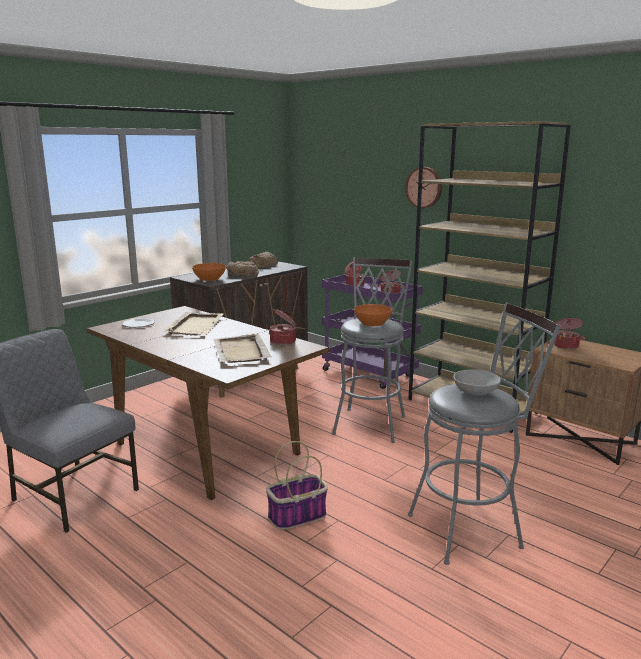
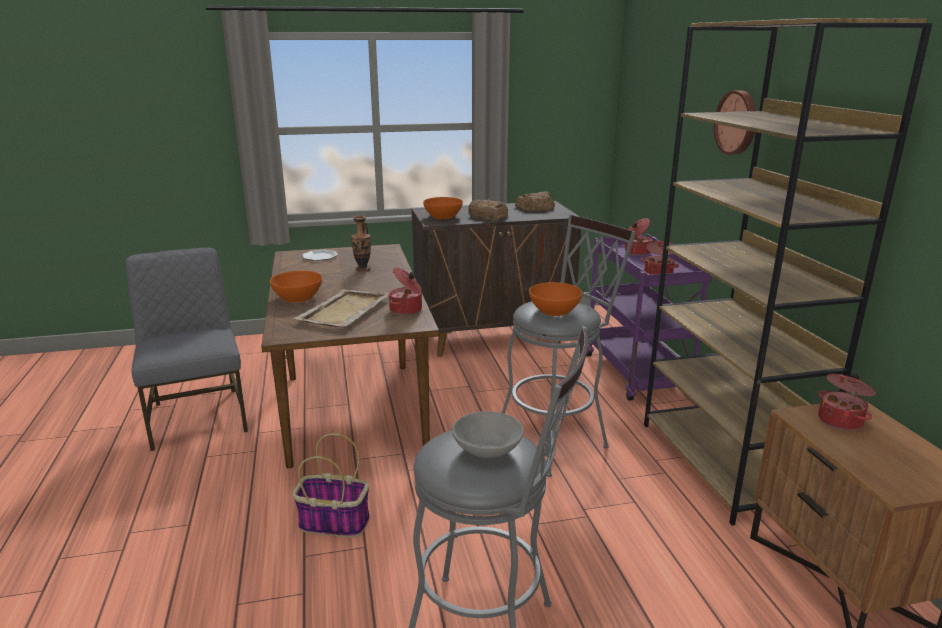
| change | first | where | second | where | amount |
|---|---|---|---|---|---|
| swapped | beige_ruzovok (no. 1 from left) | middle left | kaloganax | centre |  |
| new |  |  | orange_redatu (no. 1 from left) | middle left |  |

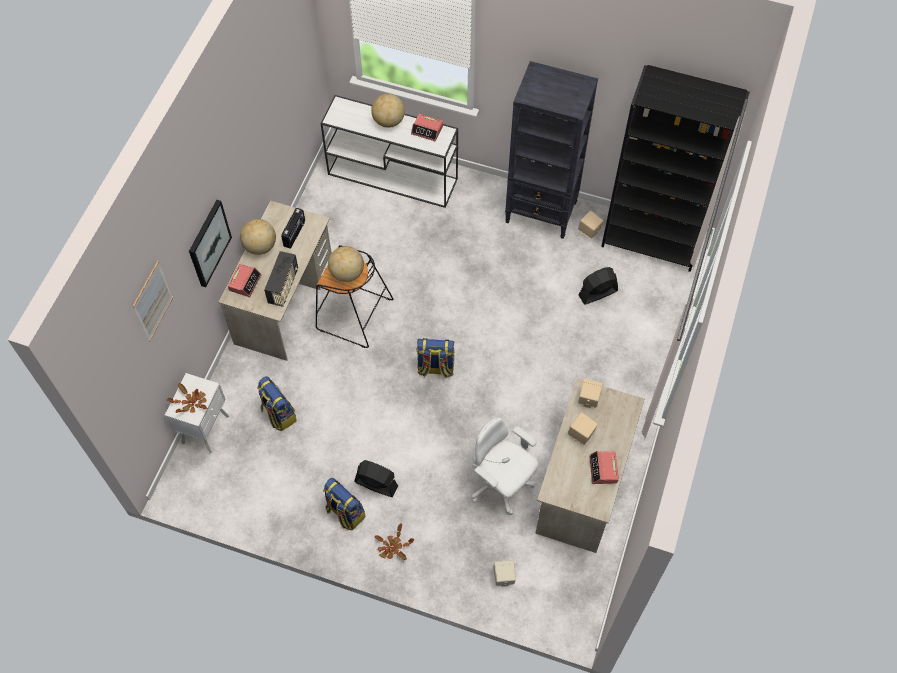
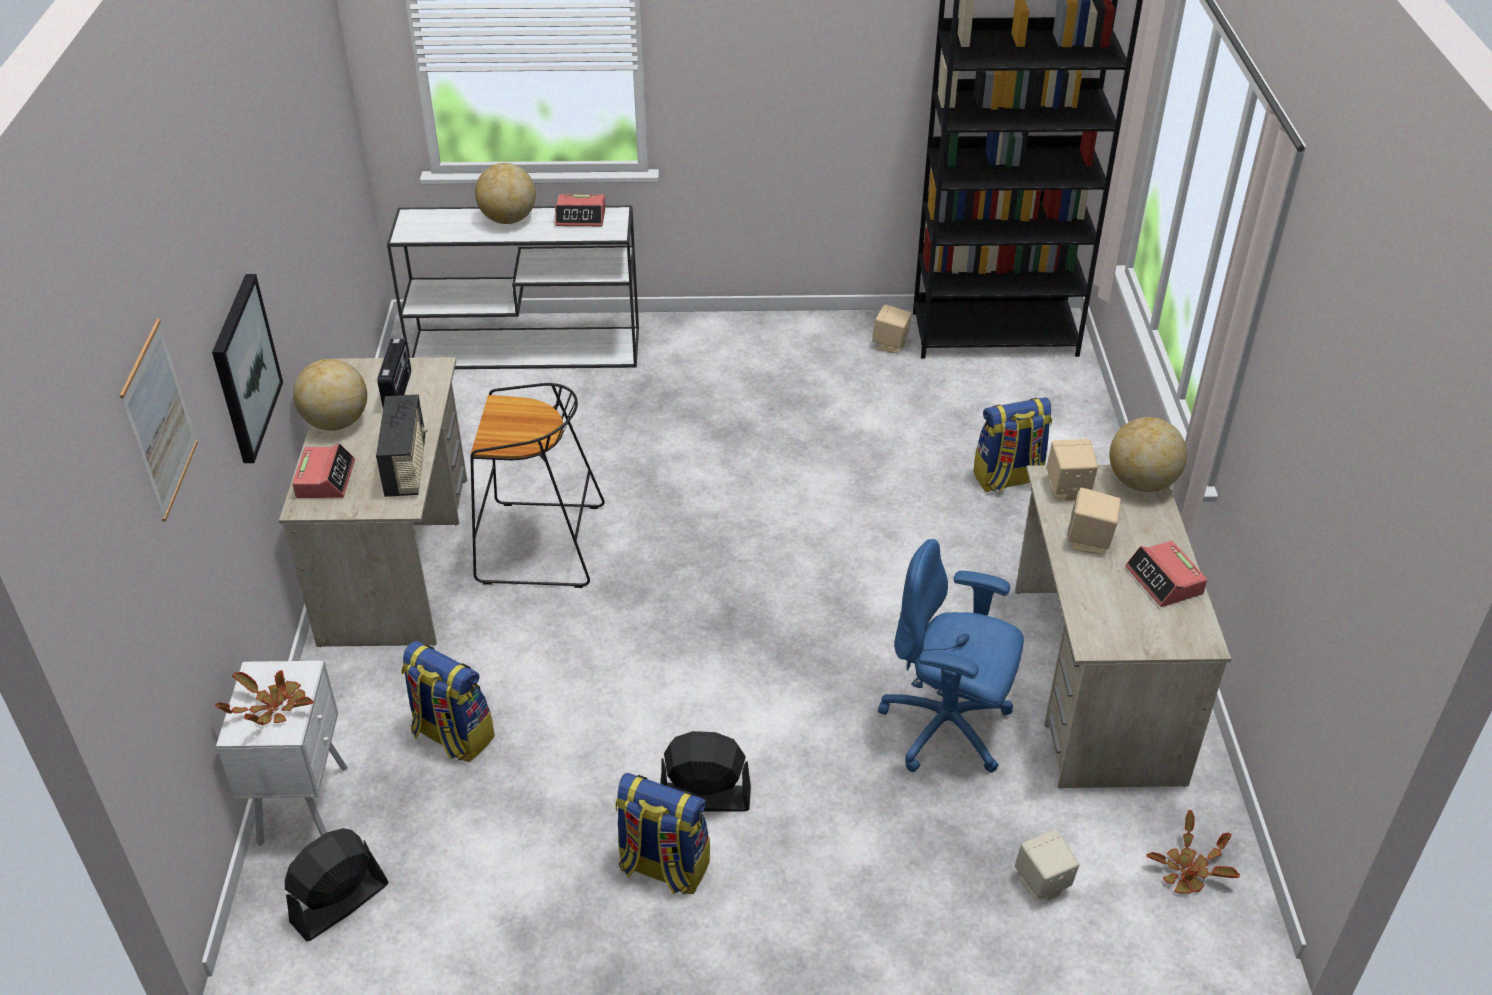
| change | first | where | second | where | amount |
|---|---|---|---|---|---|
| shifted | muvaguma (no. 2 from left in the first image) | centre | muvaguma (no. 3 from left) | middle right |  |
| shifted | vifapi (no. 2 from left) | bottom centre |  | bottom right |  |
| shifted | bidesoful (no. 3 from left) | centre |  | middle right |  |
| repainted | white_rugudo | bottom centre | blue_rugudo | centre |  |
| gone | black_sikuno (no. 1 from left) | top centre |  |  |  |
| shifted | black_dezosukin (no. 2 from left in the first image) | middle right | black_dezosukin (no. 1 from left) | bottom left |  |

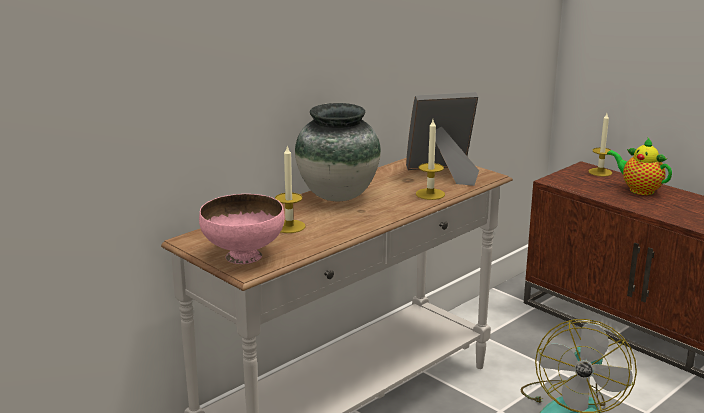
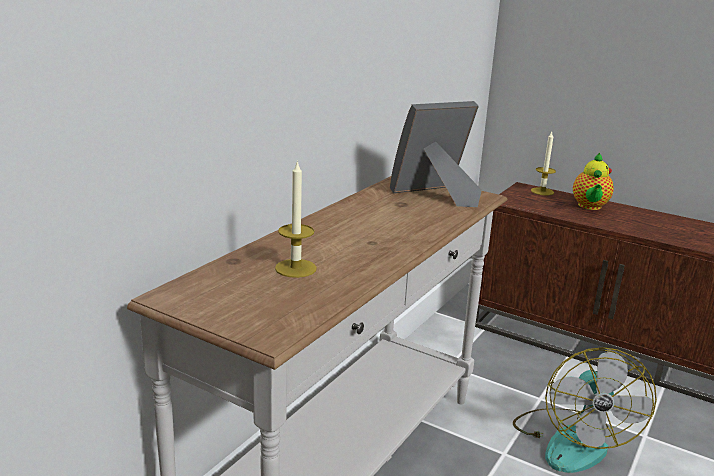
| change | first | where | second | where | amount |
|---|---|---|---|---|---|
| gone | pink_redatu | centre |  |  |  |
| gone | kaloganax | centre |  |  |  |
| gone | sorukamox (no. 2 from left) | centre |  |  |  |
| rotated | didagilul | middle right |  | middle right | 105 degrees counterclockwise |

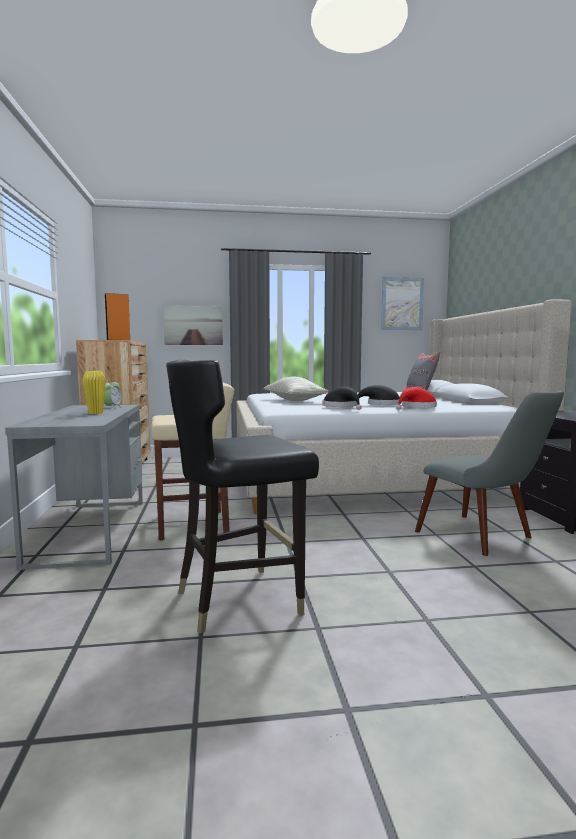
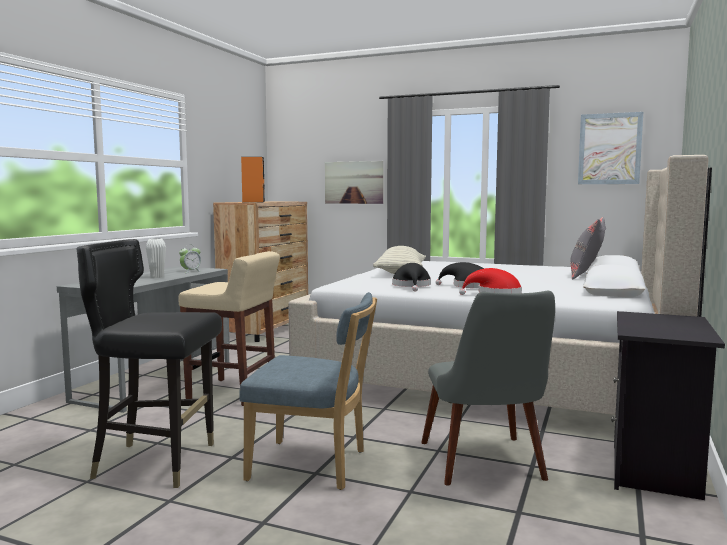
| change | first | where | second | where | amount |
|---|---|---|---|---|---|
| repainted | yellow_kaloganax | middle left | white_kaloganax | middle left |  |
| new |  |  | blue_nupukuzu | bottom centre |  |

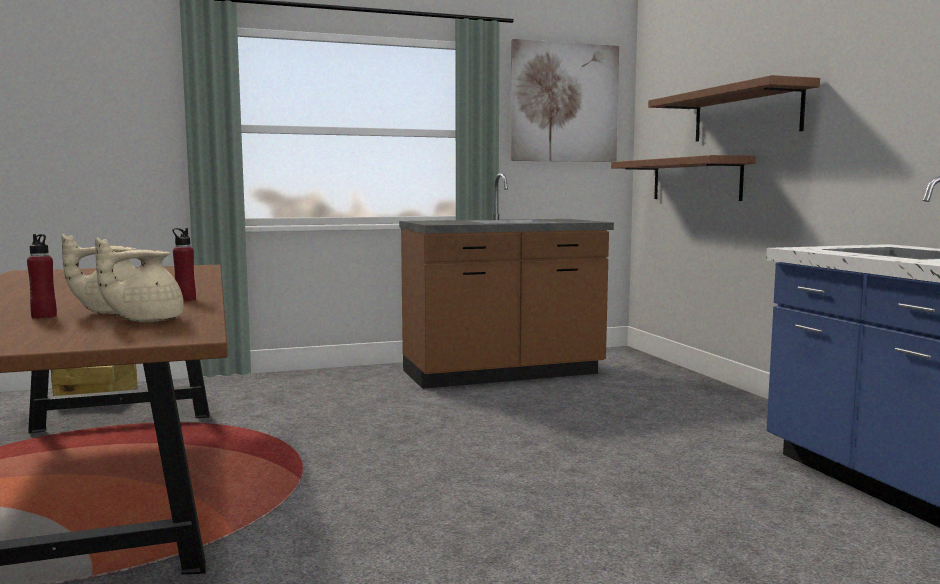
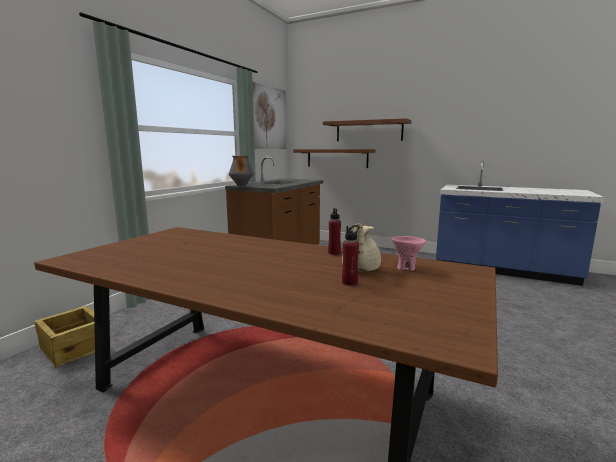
| change | first | where | second | where | amount |
|---|---|---|---|---|---|
| swapped | beige_didagilul (no. 2 from left) | middle left | pink_redatu | centre |  |
| new |  |  | kaloganax | centre |  |

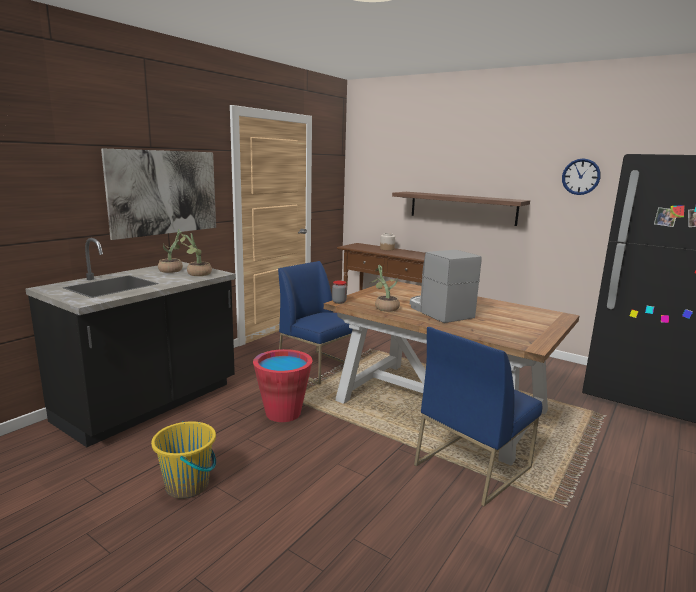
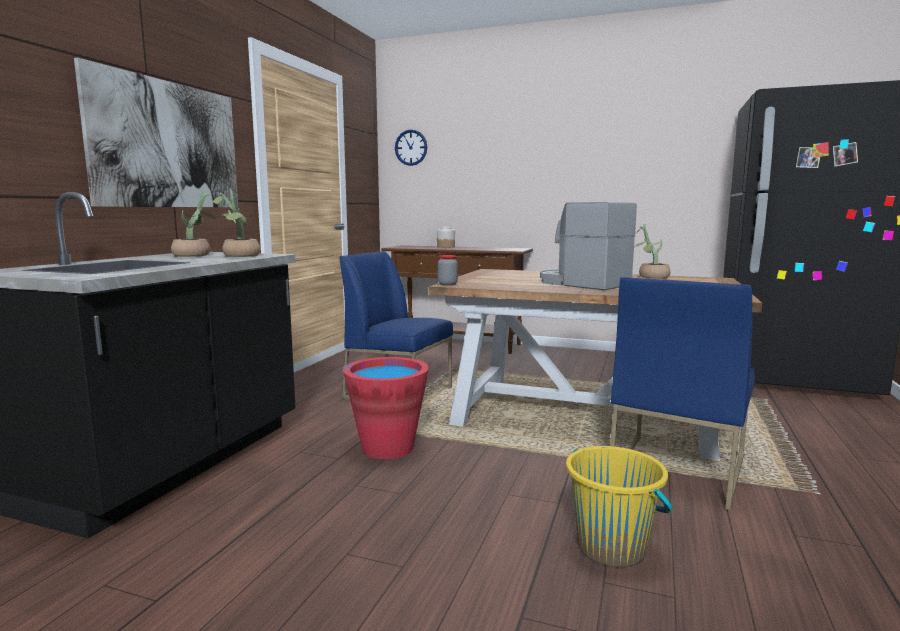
| change | first | where | second | where | amount |
|---|---|---|---|---|---|
| shifted | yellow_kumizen | bottom left |  | bottom right |  |
| shifted | vifapi (no. 3 from left) | centre |  | middle right |  |
| gone | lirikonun | centre |  |  |  |
| shifted | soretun | top right |  | top centre |  |

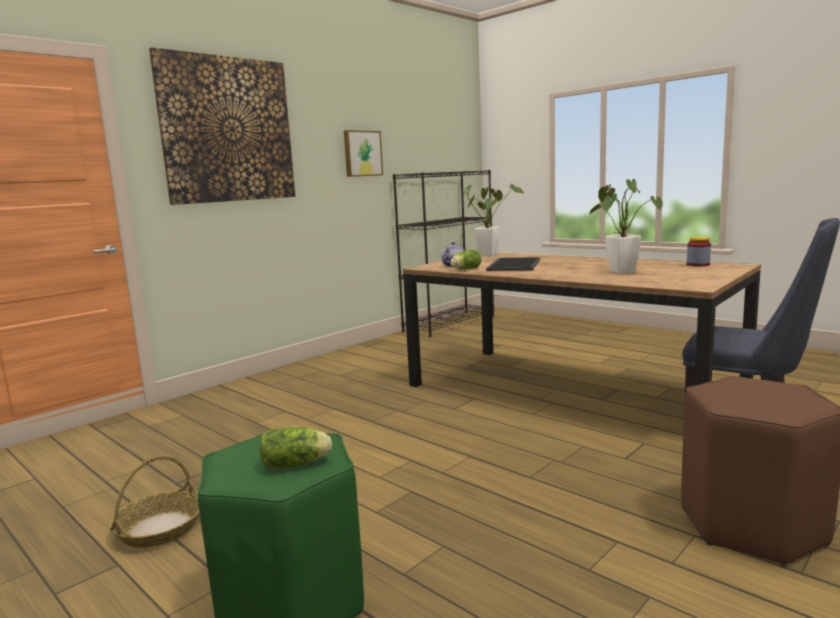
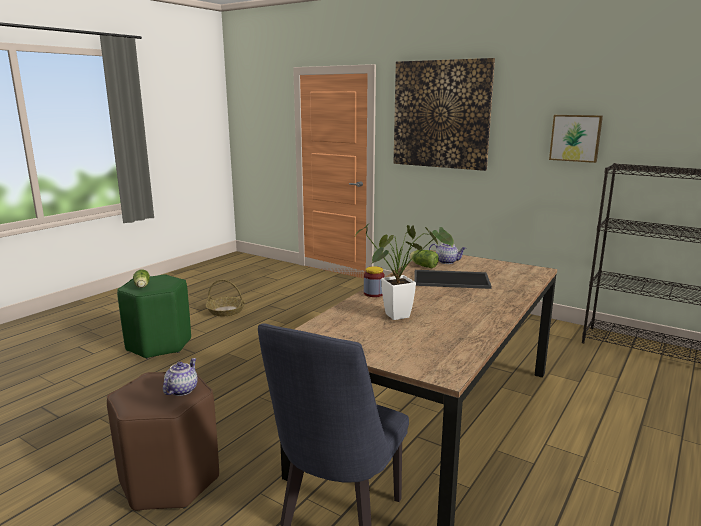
| change | first | where | second | where | amount |
|---|---|---|---|---|---|
| gone | vifapi (no. 1 from left) | centre |  |  |  |
| shifted | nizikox | middle right |  | centre |  |
| new |  |  | didagilul (no. 1 from left) | bottom left |  |

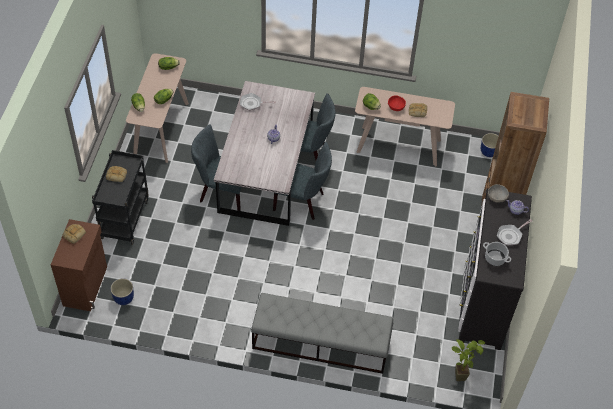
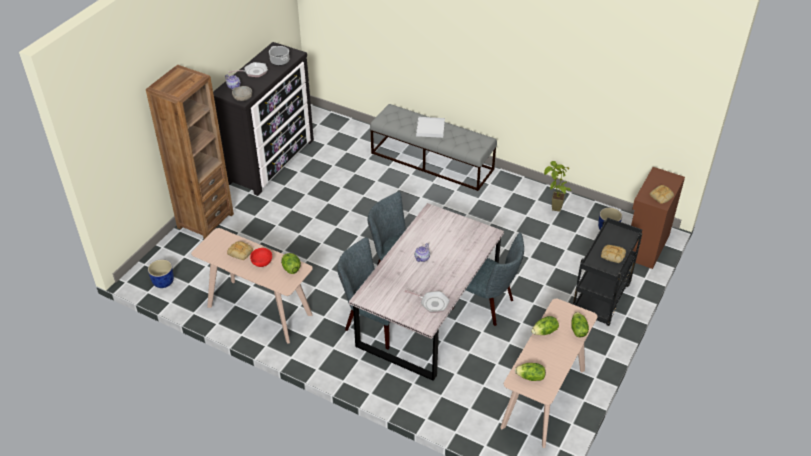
| change | first | where | second | where | amount |
|---|---|---|---|---|---|
| shifted | vifapi | bottom right |  | middle right |  |
| new |  |  | white_ruzovok | top centre |  |

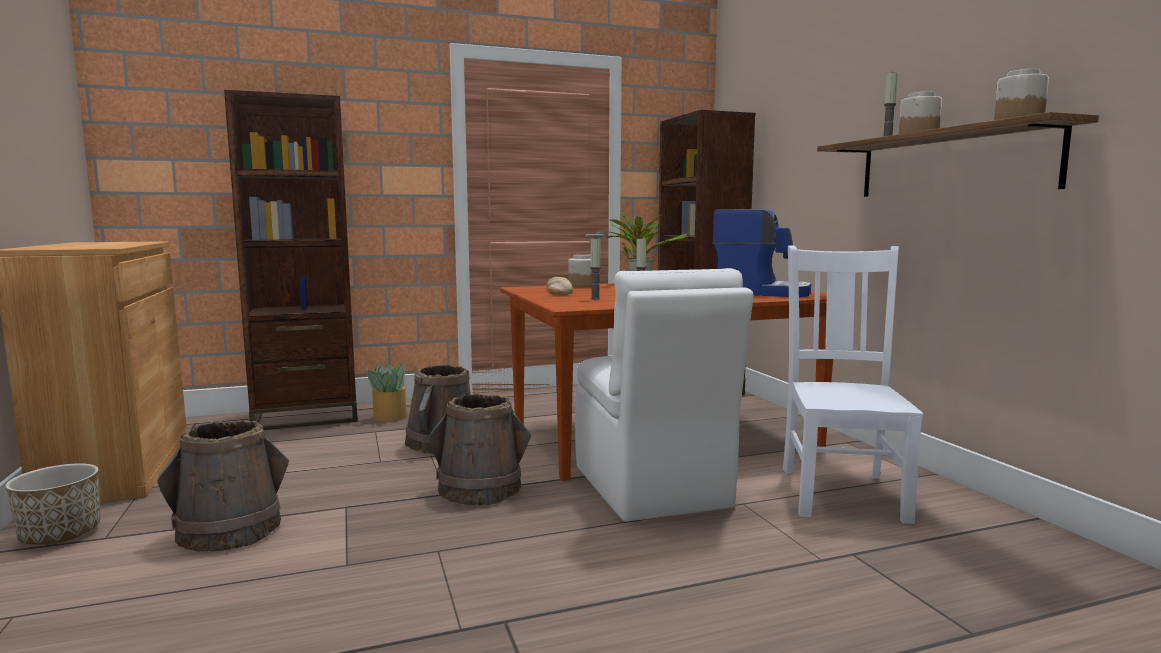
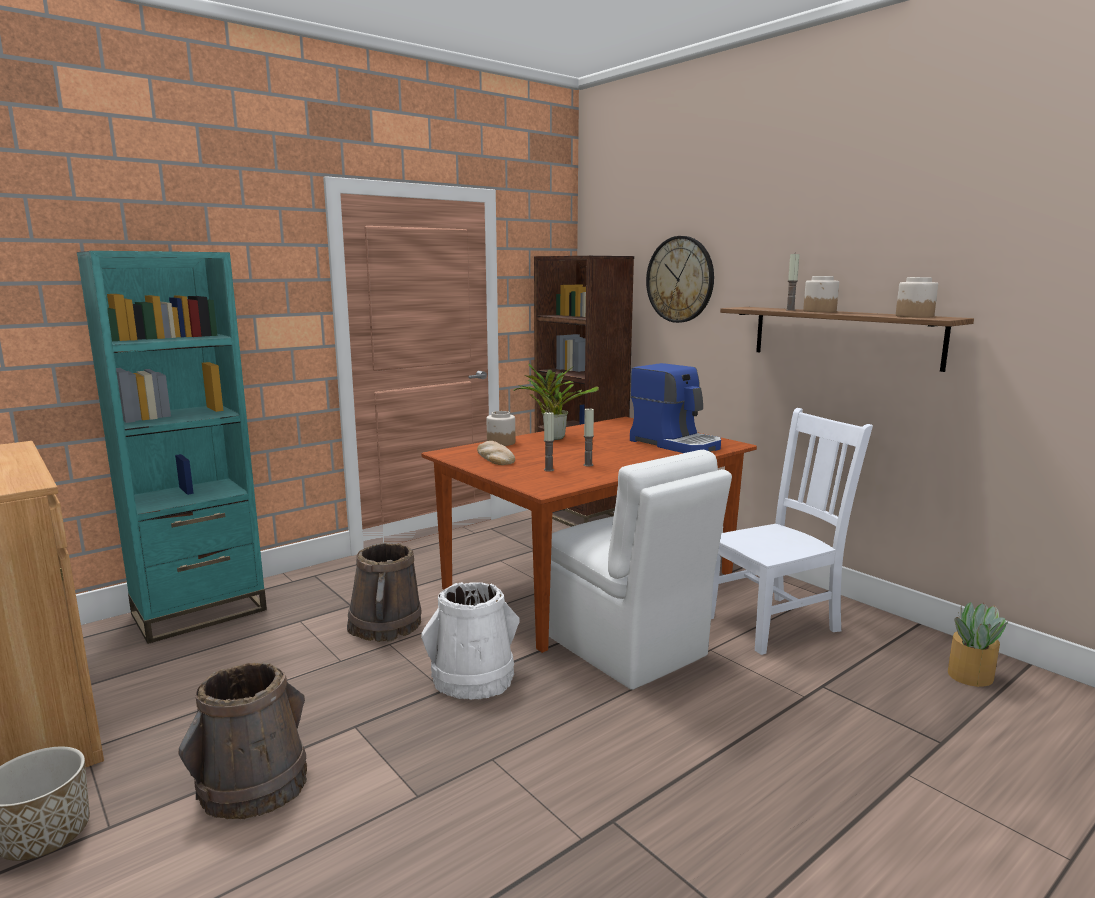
| change | first | where | second | where | amount |
|---|---|---|---|---|---|
| repainted | brown_sikuno (no. 1 from left) | middle left | turquoise_sikuno | middle left |  |
| shifted | vifapi (no. 1 from left in the first image) | middle left | vifapi (no. 2 from left) | bottom right |  |
| repainted | brown_kumizen (no. 3 from left) | bottom centre | white_kumizen | bottom centre |  |
| rotated | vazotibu | centre |  | centre | 45 degrees clockwise |
| rotated | white_nupukuzu (no. 2 from left) | middle right |  | middle right | 75 degrees clockwise |
| new |  |  | soretun | top centre |  |

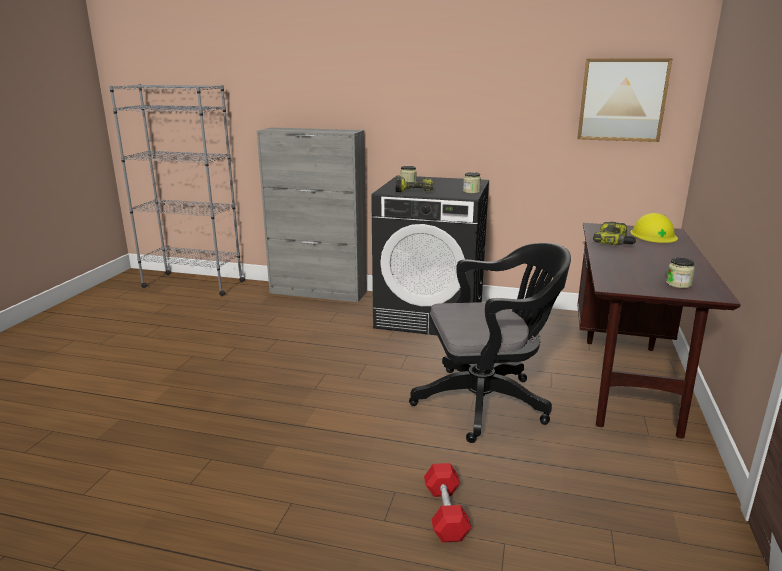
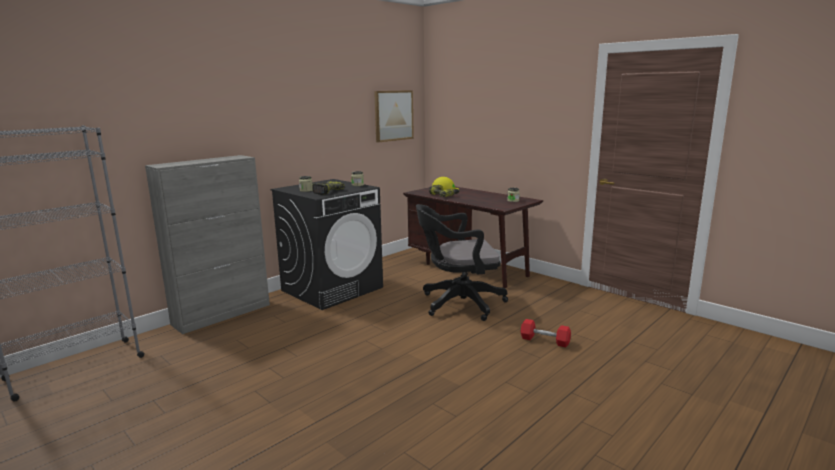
| change | first | where | second | where | amount |
|---|---|---|---|---|---|
| rotated | black_rugudo | centre |  | centre | 120 degrees counterclockwise |

